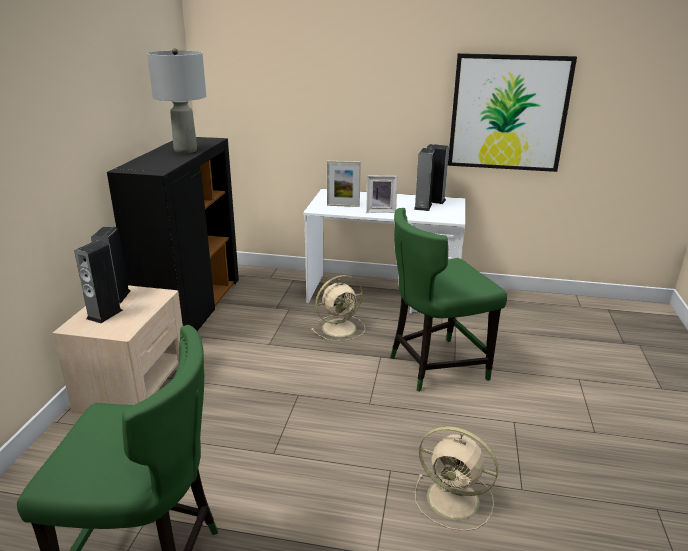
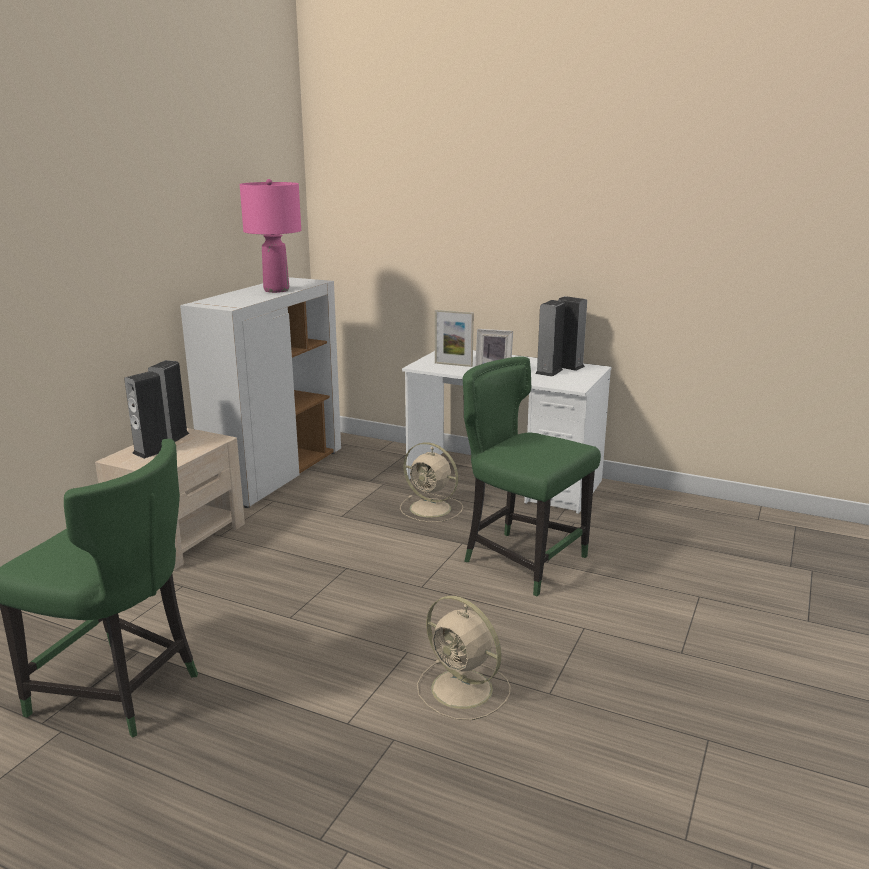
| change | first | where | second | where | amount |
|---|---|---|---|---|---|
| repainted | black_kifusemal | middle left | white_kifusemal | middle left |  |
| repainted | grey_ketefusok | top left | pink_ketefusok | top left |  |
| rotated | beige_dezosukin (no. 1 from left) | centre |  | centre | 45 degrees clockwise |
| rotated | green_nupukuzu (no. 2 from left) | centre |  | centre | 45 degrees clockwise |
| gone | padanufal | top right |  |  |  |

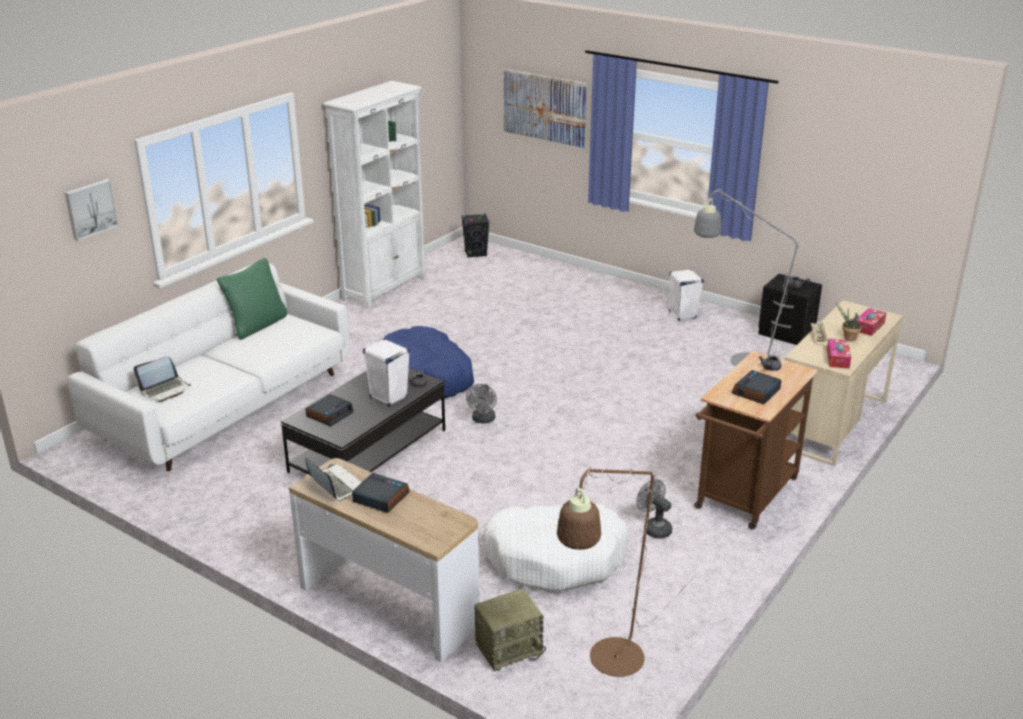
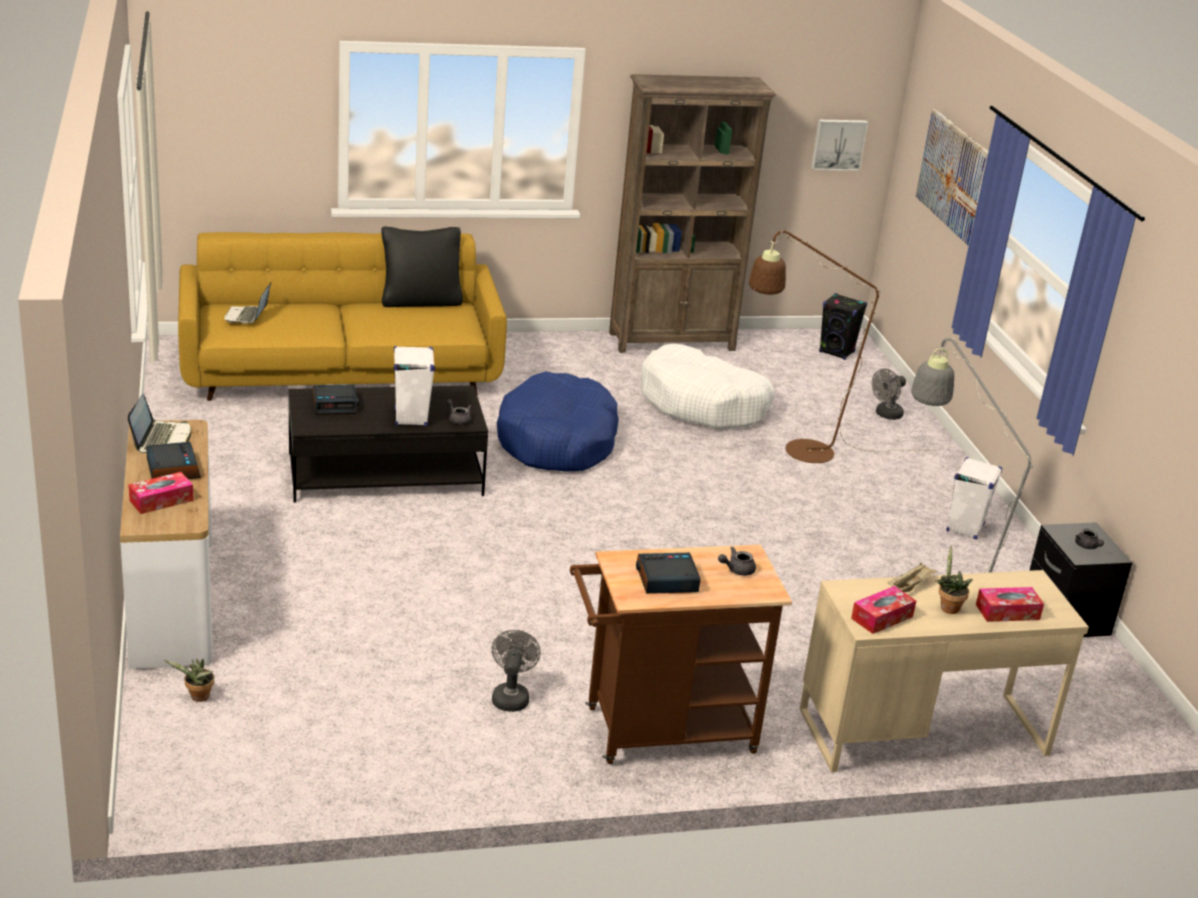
| change | first | where | second | where | amount |
|---|---|---|---|---|---|
| shifted | padanufal (no. 1 from left) | top left |  | top right |  |
| repainted | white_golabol | middle left | yellow_golabol | middle left |  |
| rotated | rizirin (no. 1 from left in the first image) | middle left | rizirin (no. 2 from left) | middle left | 90 degrees clockwise |
| repainted | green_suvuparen | middle left | black_suvuparen | top centre |  |
| repainted | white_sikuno | top centre | brown_sikuno | top centre |  |
| shifted | grey_dezosukin (no. 1 from left in the first image) | centre | grey_dezosukin (no. 2 from left) | middle right |  |
| swapped | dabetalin | bottom centre | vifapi (no. 1 from left) | bottom left |  |
| shifted | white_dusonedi | bottom centre |  | centre |  |
| shifted | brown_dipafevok | bottom centre |  | middle right |  |
| new |  |  | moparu (no. 1 from left) | middle left |  |

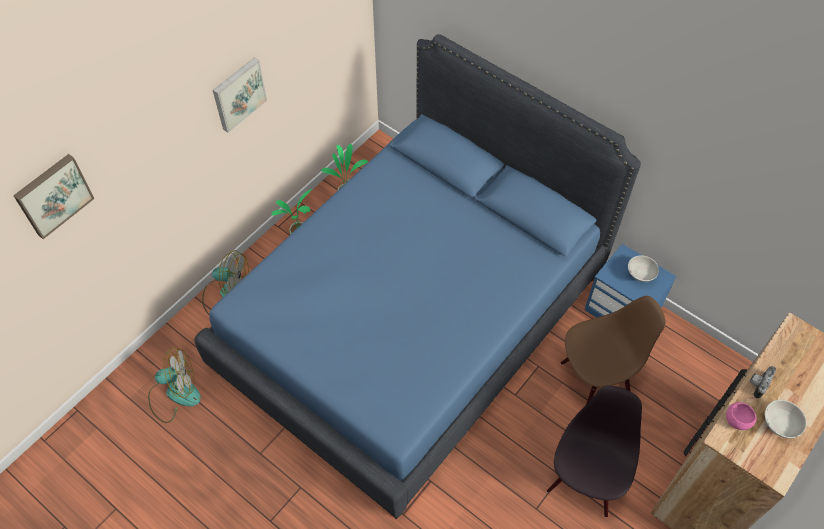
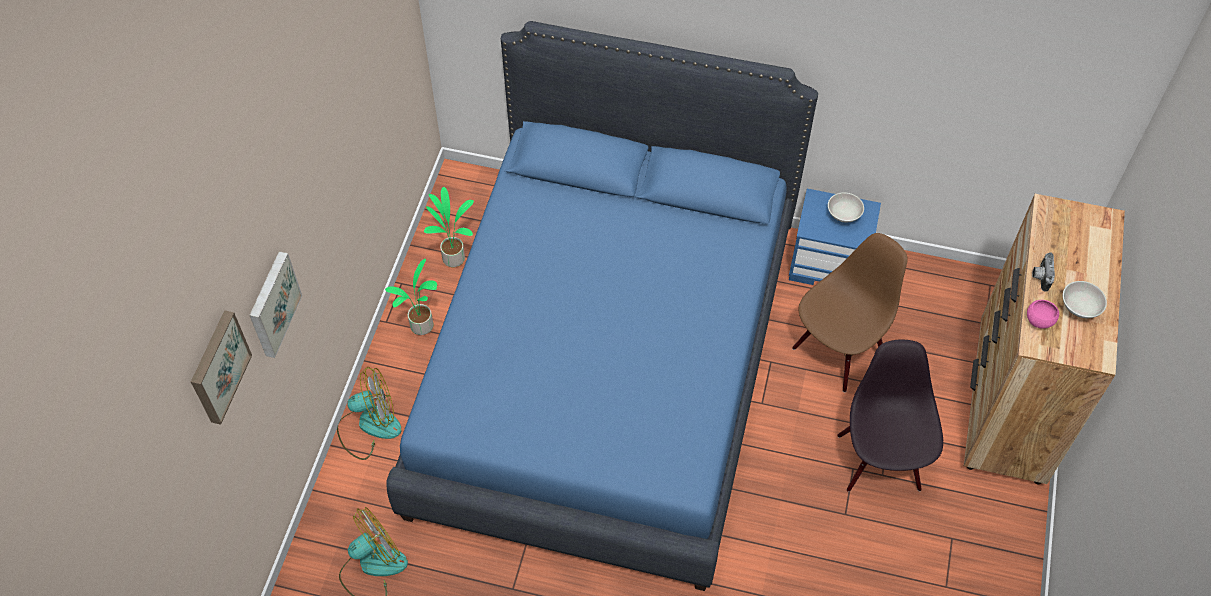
| change | first | where | second | where | amount |
|---|---|---|---|---|---|
| shifted | padanufal (no. 2 from left) | top left |  | middle left |  |

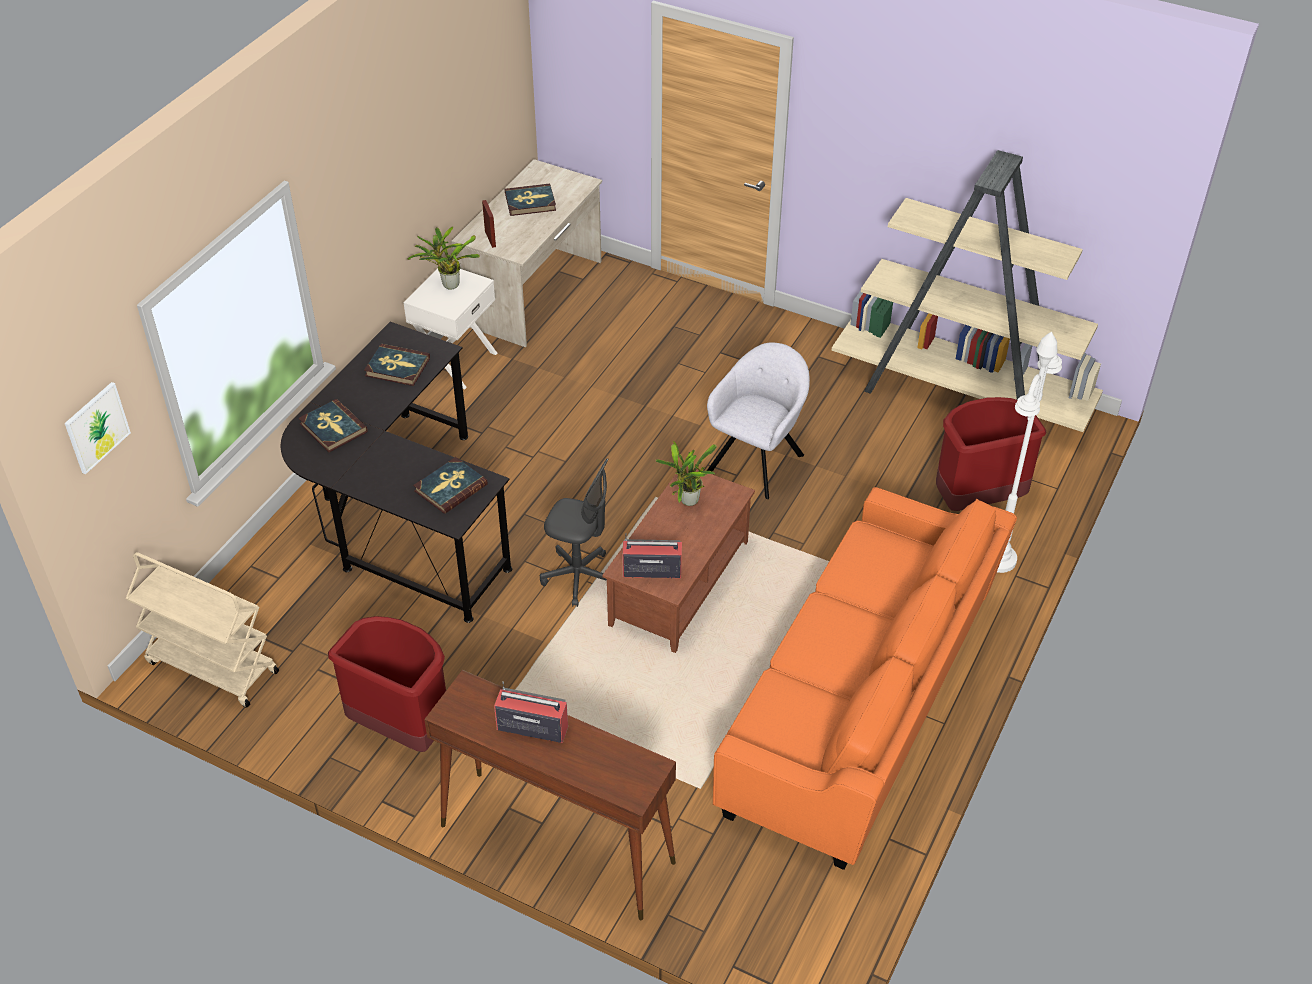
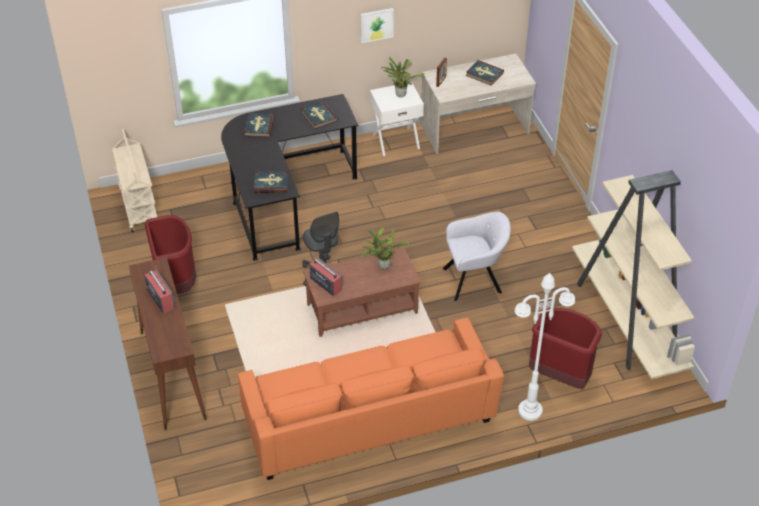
| change | first | where | second | where | amount |
|---|---|---|---|---|---|
| shifted | padanufal | middle left |  | top centre |  |

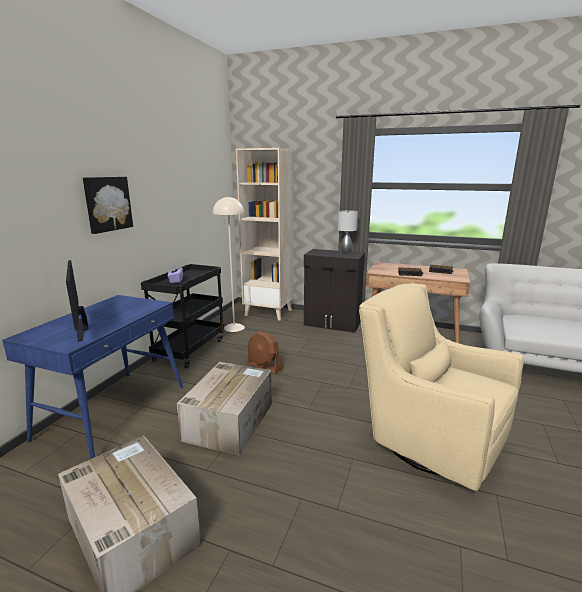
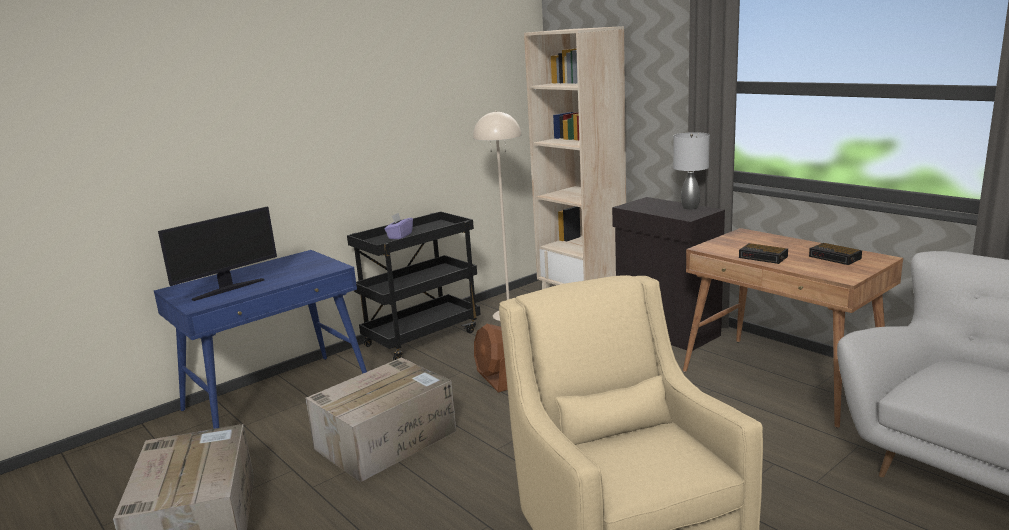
| change | first | where | second | where | amount |
|---|---|---|---|---|---|
| rotated | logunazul | middle left |  | middle left | 135 degrees counterclockwise |
| gone | padanufal | middle left |  |  |  |

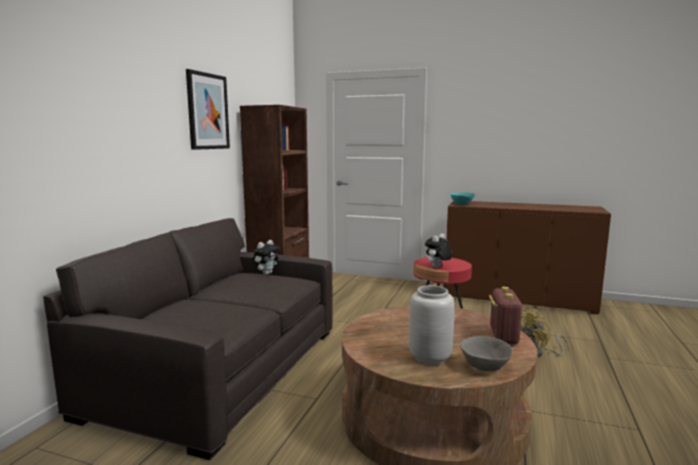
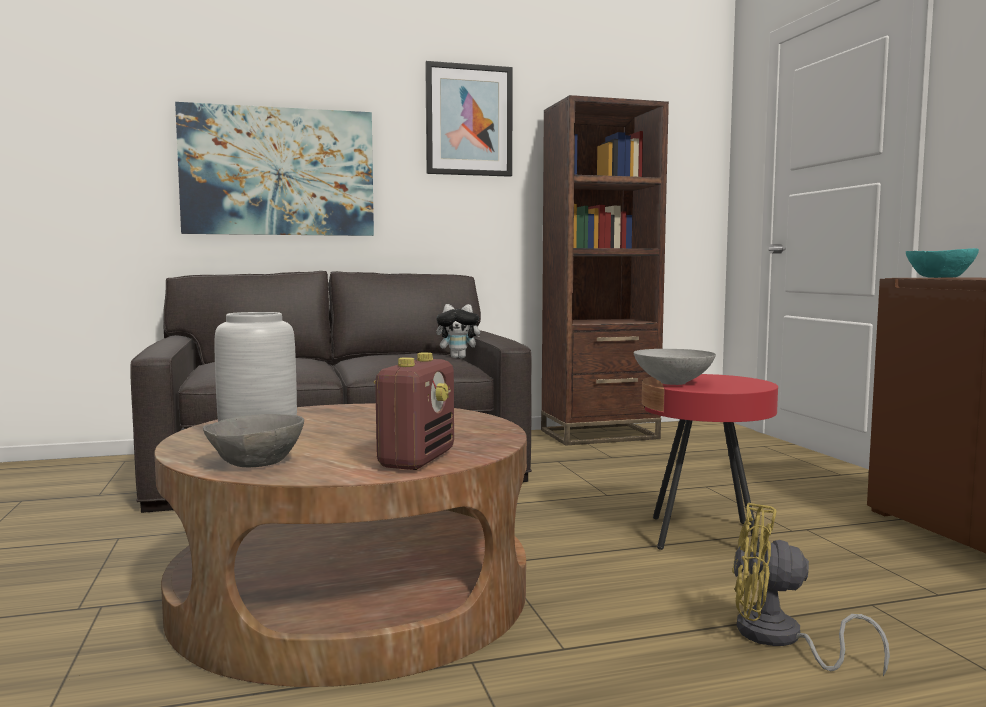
| change | first | where | second | where | amount |
|---|---|---|---|---|---|
| swapped | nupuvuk (no. 2 from left) | centre | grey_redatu (no. 2 from left) | middle right |  |
| rotated | dabetalin | bottom right |  | centre | 45 degrees counterclockwise |
| new |  |  | padanufal (no. 1 from left) | top left |  |

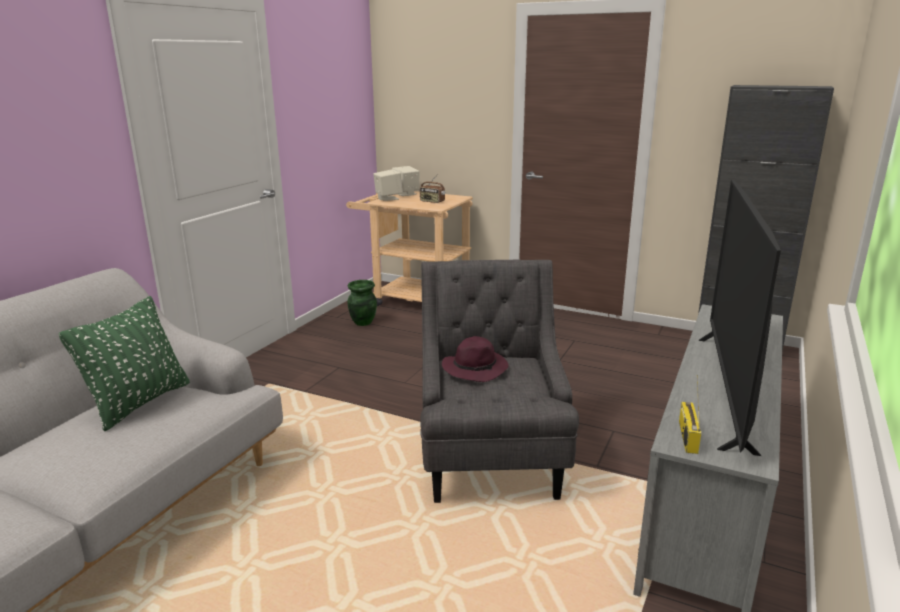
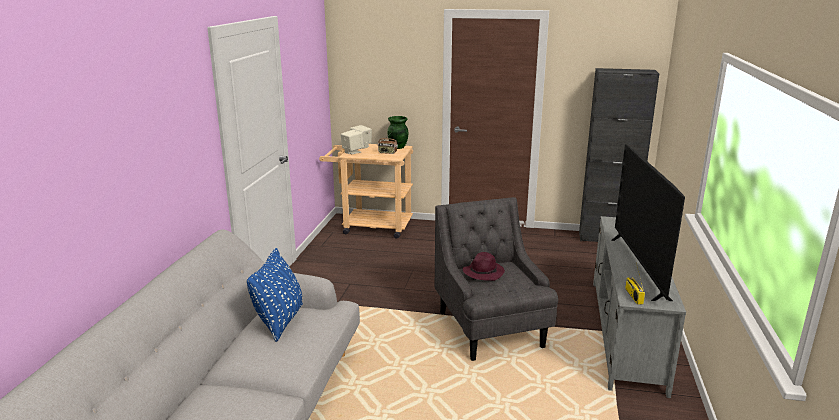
| change | first | where | second | where | amount |
|---|---|---|---|---|---|
| repainted | green_suvuparen | middle left | blue_suvuparen | bottom left |  |
| shifted | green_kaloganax | centre |  | top centre |  |

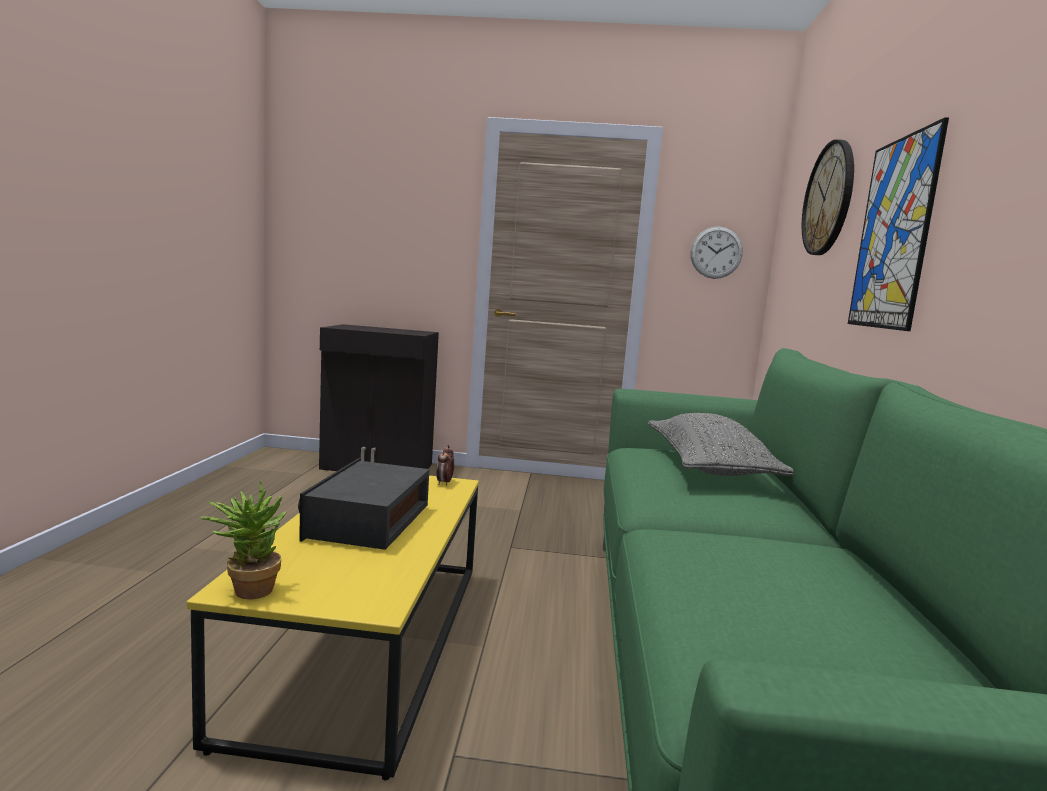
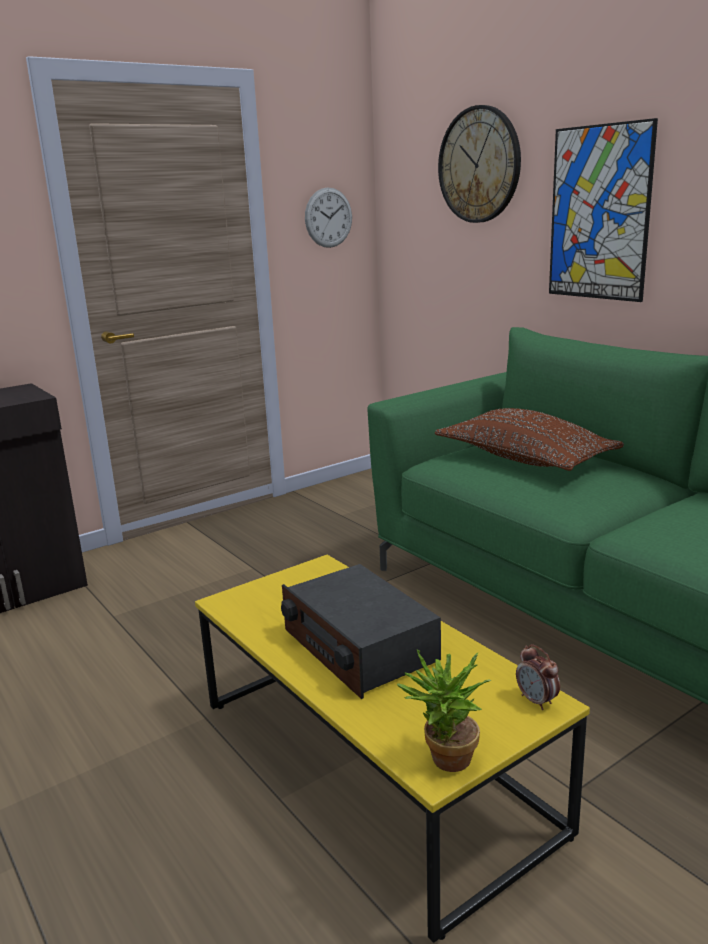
| change | first | where | second | where | amount |
|---|---|---|---|---|---|
| shifted | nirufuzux | centre |  | bottom right |  |
| repainted | grey_suvuparen | middle right | brown_suvuparen | middle right |  |

